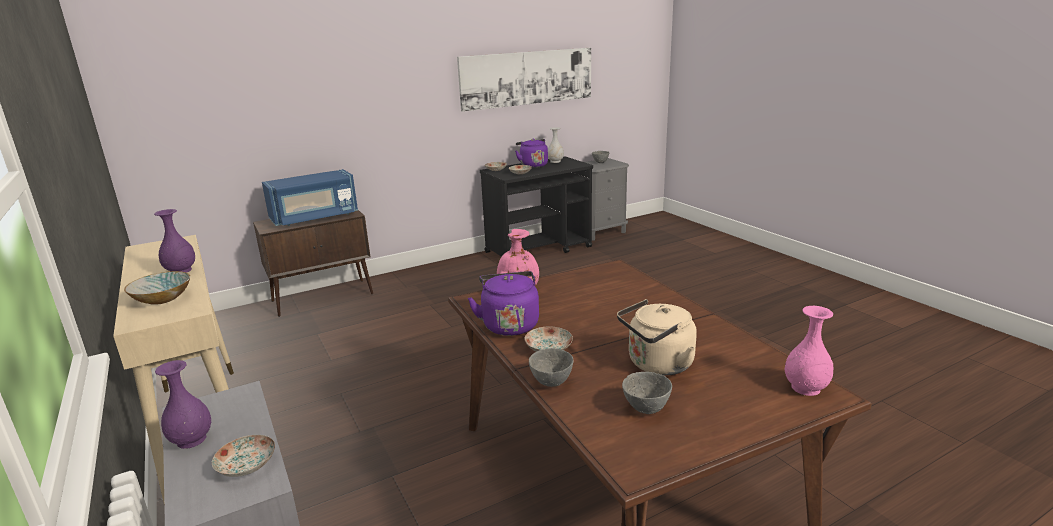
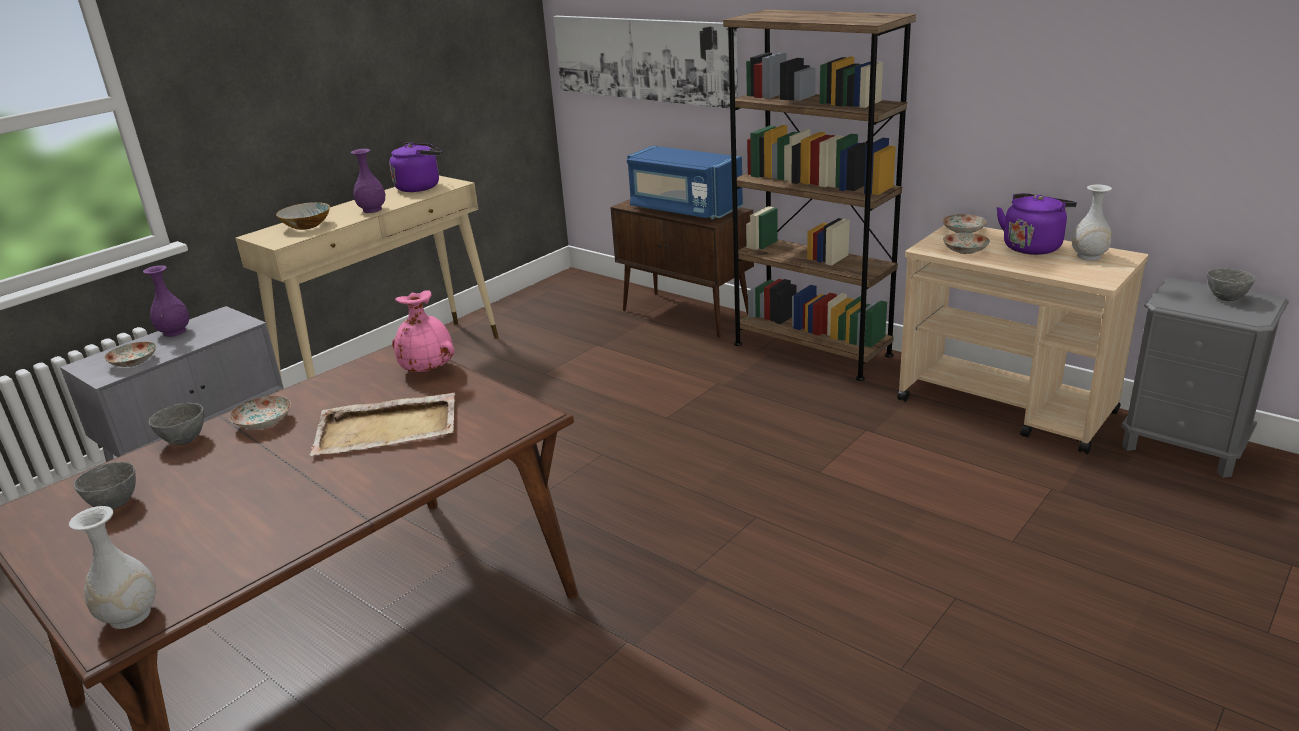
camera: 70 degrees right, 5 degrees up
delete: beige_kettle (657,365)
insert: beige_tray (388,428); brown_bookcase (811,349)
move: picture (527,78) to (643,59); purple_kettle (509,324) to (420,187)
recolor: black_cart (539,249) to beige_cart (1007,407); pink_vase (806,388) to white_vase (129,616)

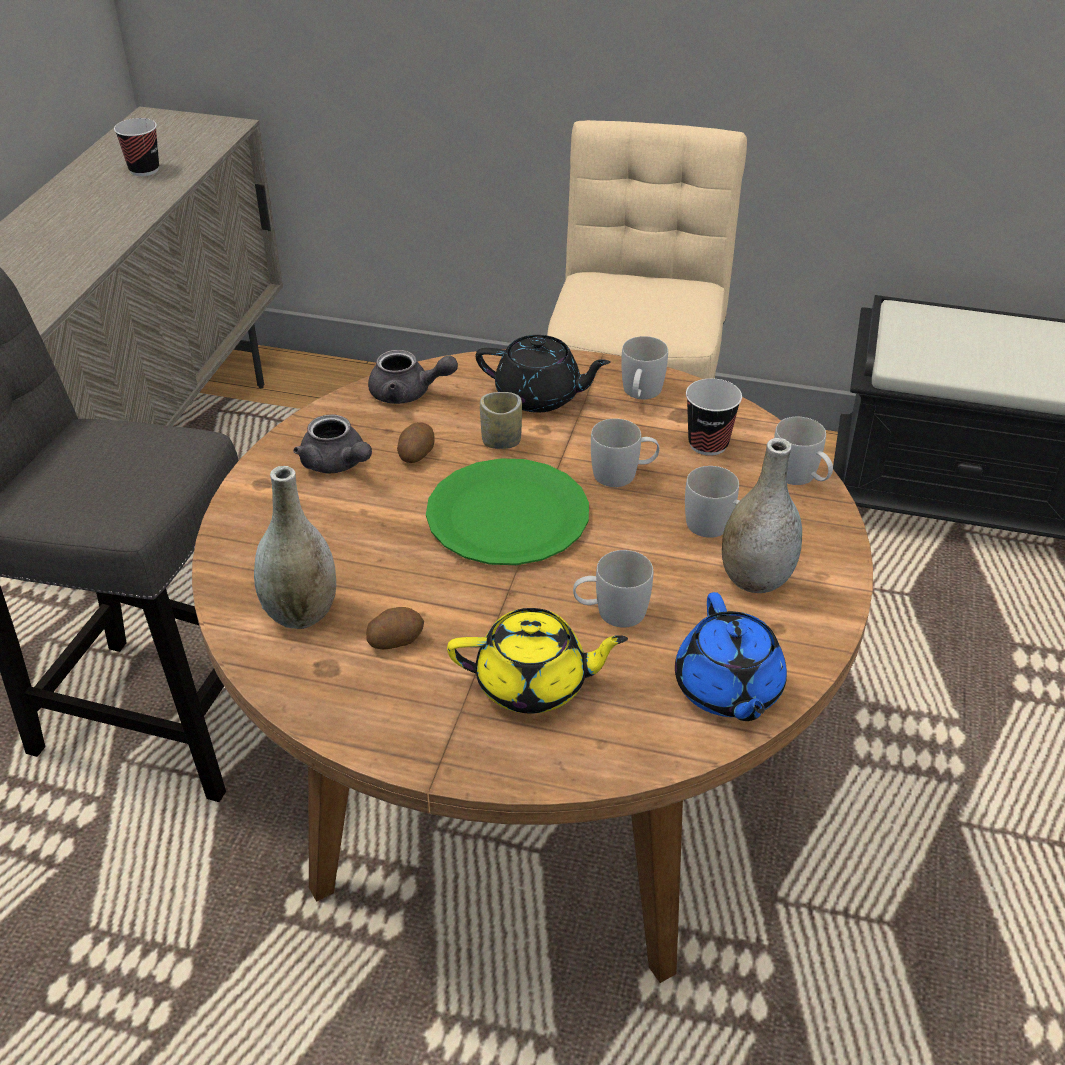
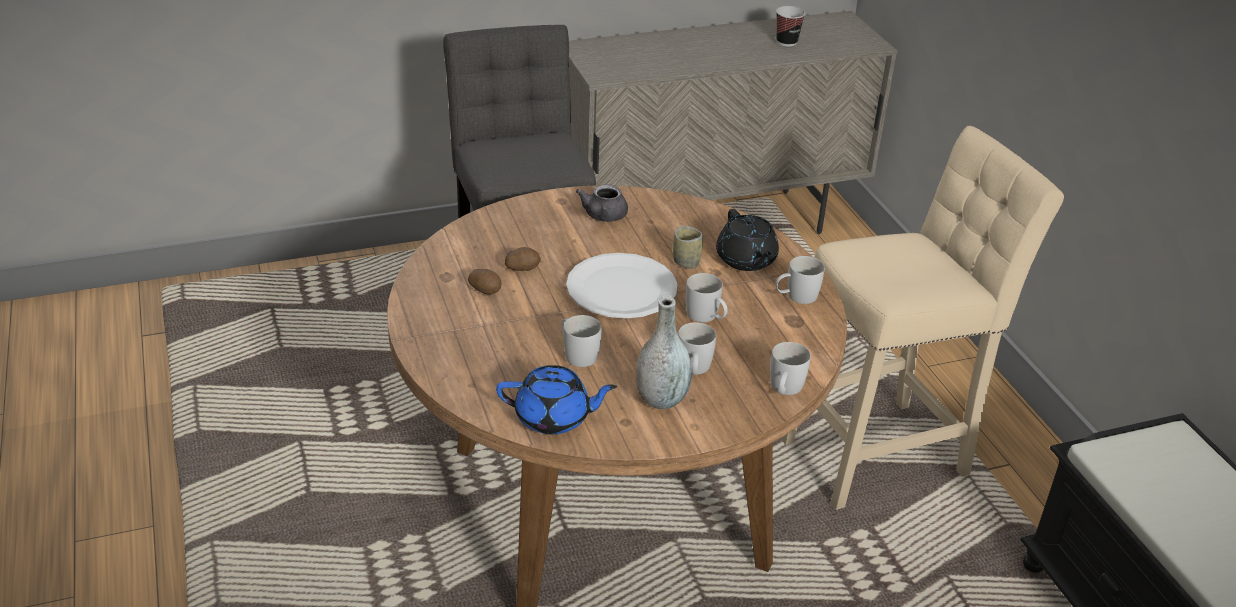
camera: 55 degrees right, 5 degrees down
delete: grey_vase (301,613); grey_teapot (408,393); yellow_teapot (534,684); cup (708,444)
move: potato (415,454) to (522,267)
recolor: green_plate (507,516) to white_plate (621,289)
rotate: blue_teapot (728,690) = (554,417) 135 degrees counterclockwise

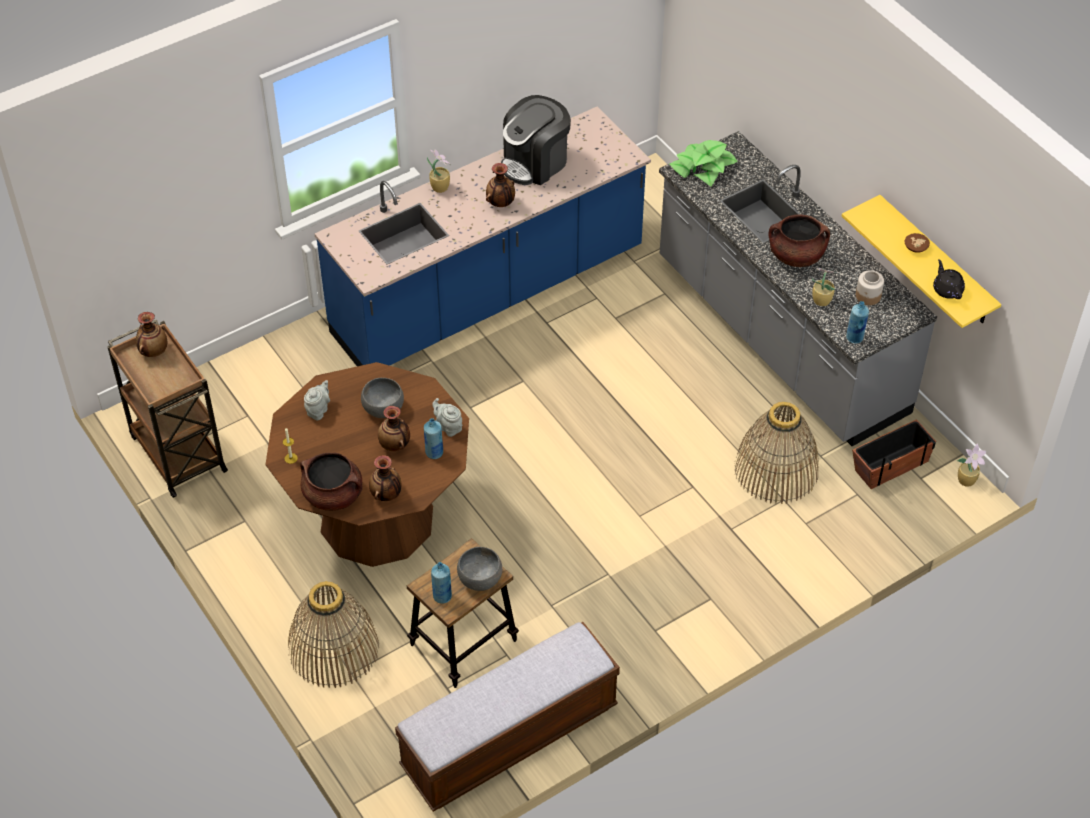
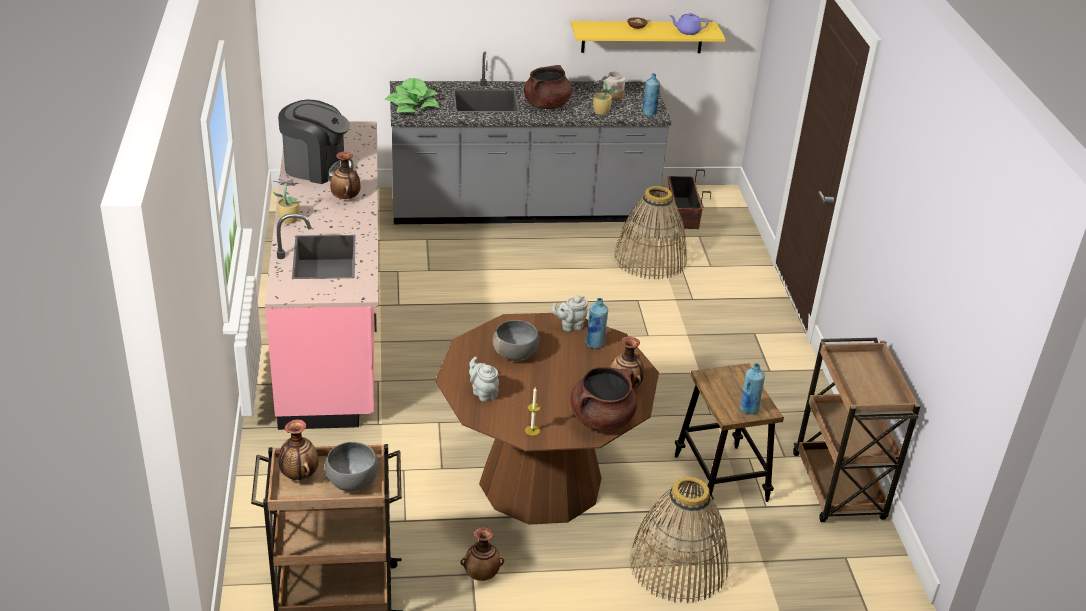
camera: 65 degrees left, 15 degrees down
delete: potted_plant (967,480)
move: vase (395,445) to (481,574); grey_bowl (480,578) to (352,481)
replace: bench (509,737) to brown_cart (839,488)
recolor: blue_counter (488,294) to pink_counter (333,321); black_teapot (947,289) to purple_teapot (687,31)
rotate: coffee_machine (535,163) = (317,167) 60 degrees counterclockwise

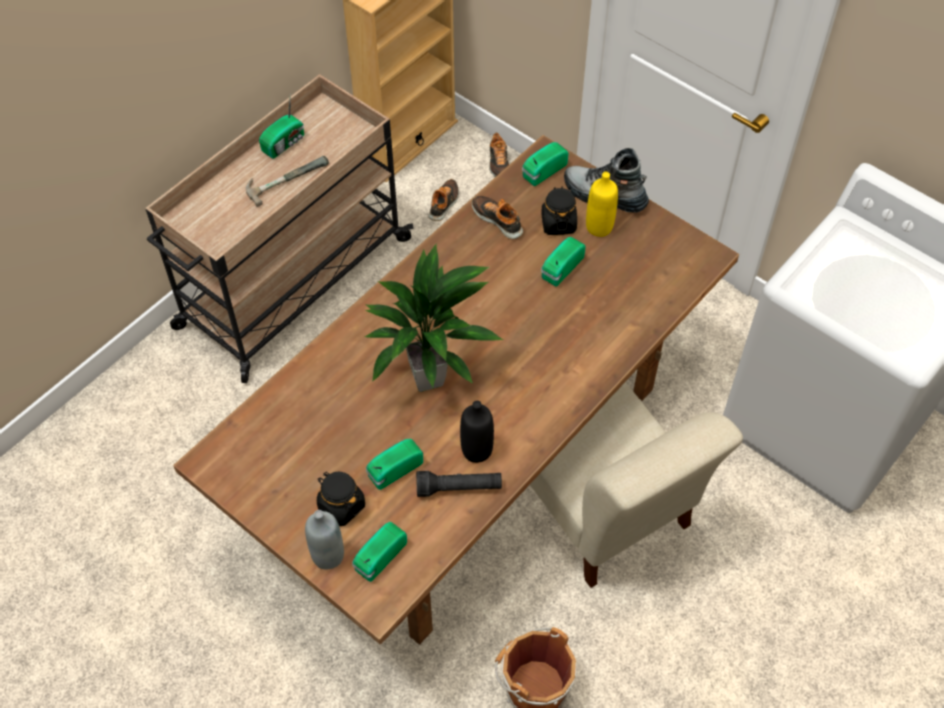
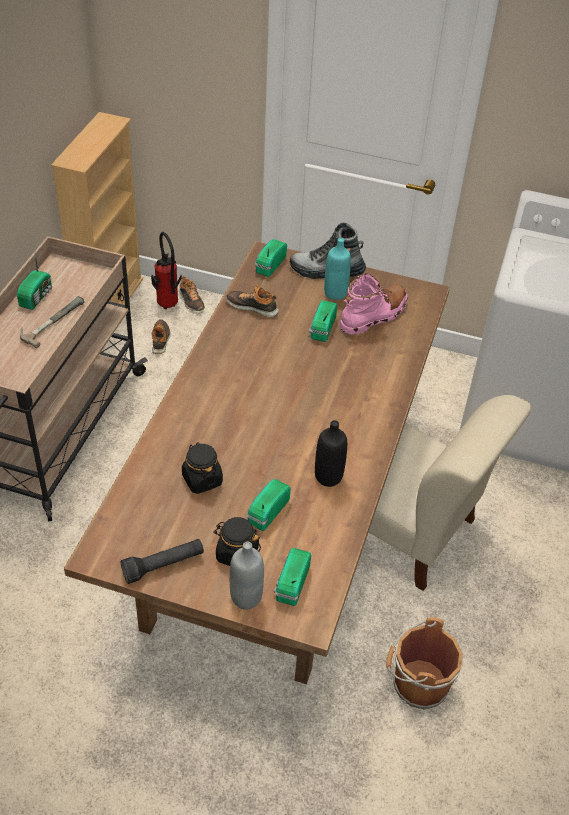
camera: 25 degrees left, 10 degrees down
delete: potted_plant (429,379)
insert: fire_extinguisher (167,307); pink_boot (373,316)
move: black_flashlight (459,488) to (163,566); black_jar (558,223) to (202,479)
recolor: yellow_bottle (599,227) to turquoise_bottle (335,293)

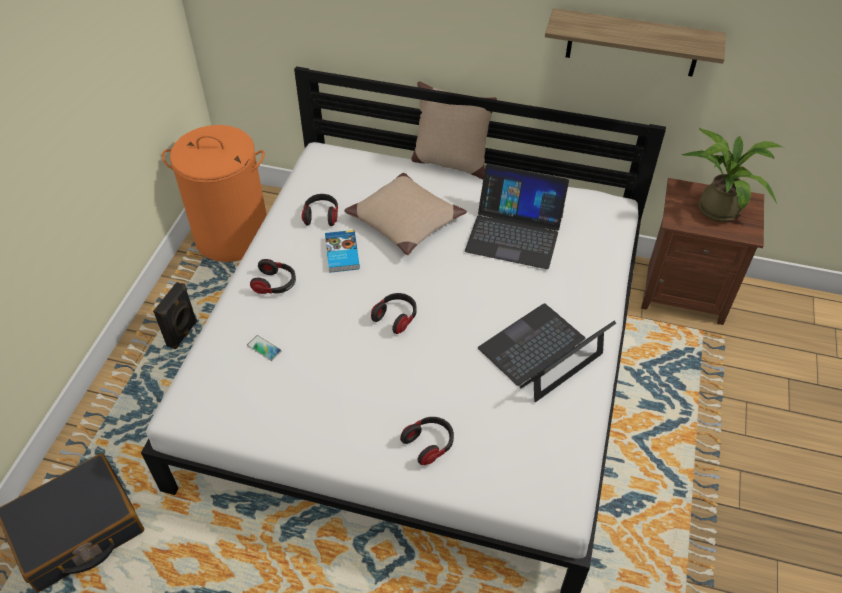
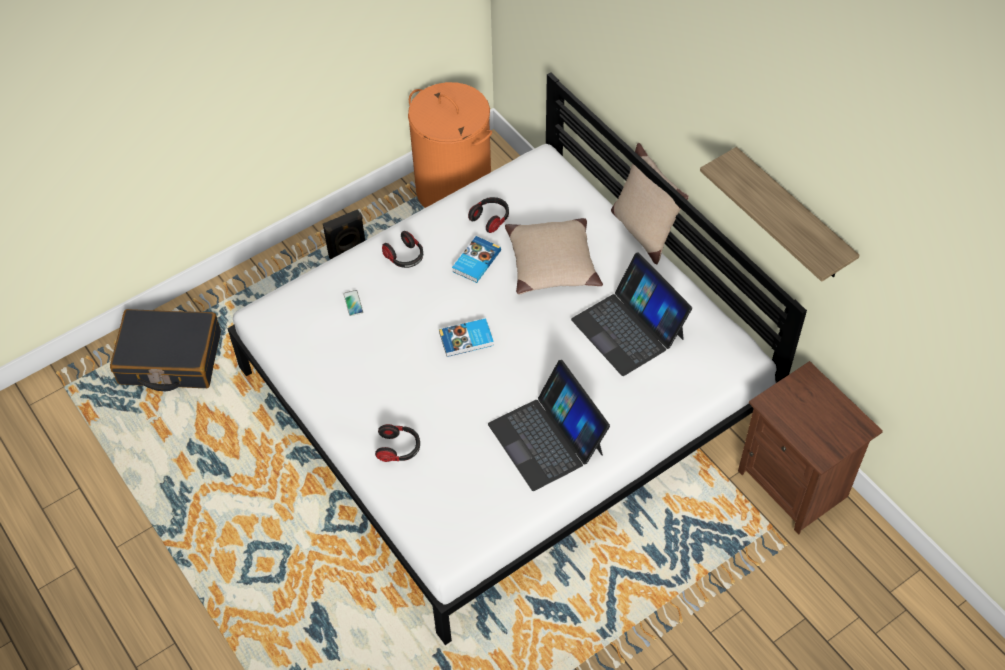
camera: 40 degrees right, 5 degrees up
delete: potted_plant (716,205)
replace: headphones (396,317) to book (467,340)
rotate: laptop (541,352) = (547,438) 120 degrees counterclockwise

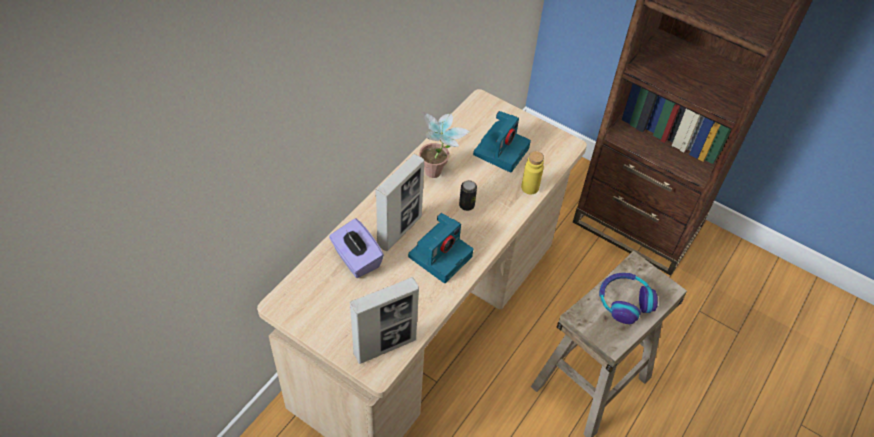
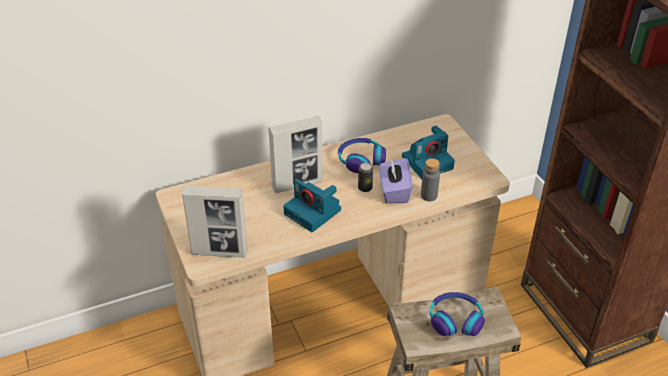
camera: 35 degrees right, 10 degrees down
move: purple_tissue_box (356,259) to (394,191)
replace: potted_plant (438,175) to headphones (361,160)
recolor: yellow_bottle (530,187) to grey_bottle (429,196)
rotate: photo_camera (440,255) = (314,212) 60 degrees clockwise

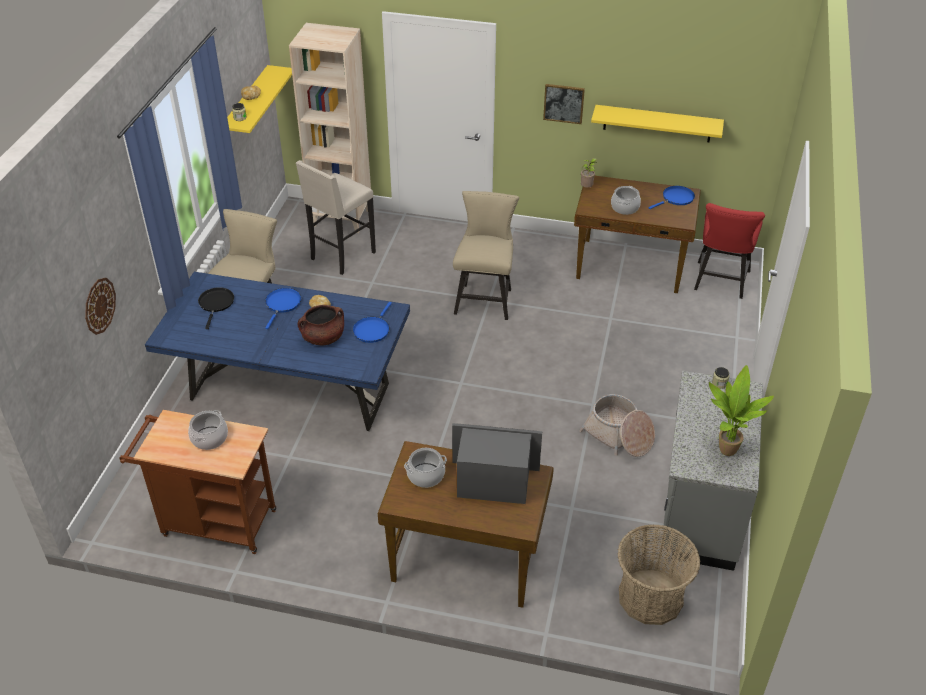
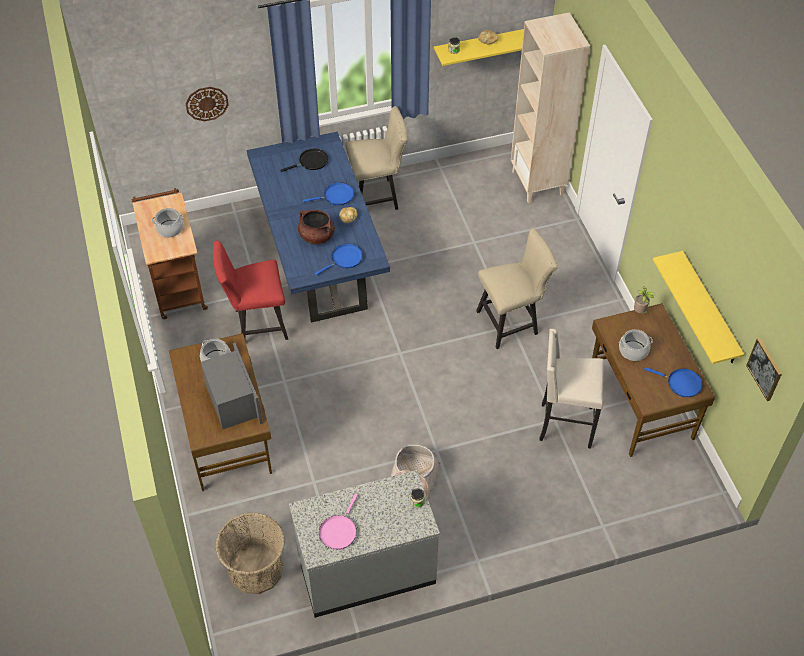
camera: 60 degrees right, 10 degrees up
move: beige_stool (341,256) to (564,425); picture (563,103) to (765,369); red_chair (720,283) to (256,324)
replace: potted_plant (724,449) to pink_frying_pan (339,531)
rotate: blue_frying_pan (372,330) = (345,259) 150 degrees clockwise

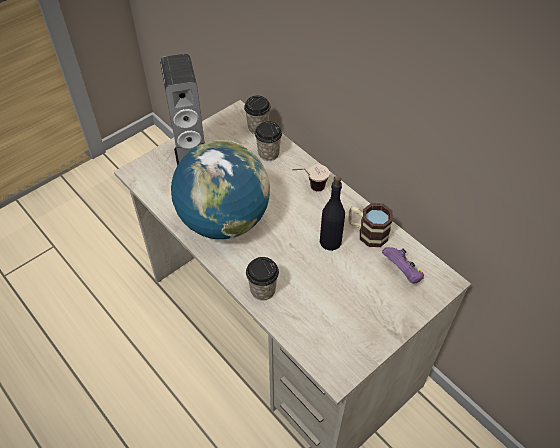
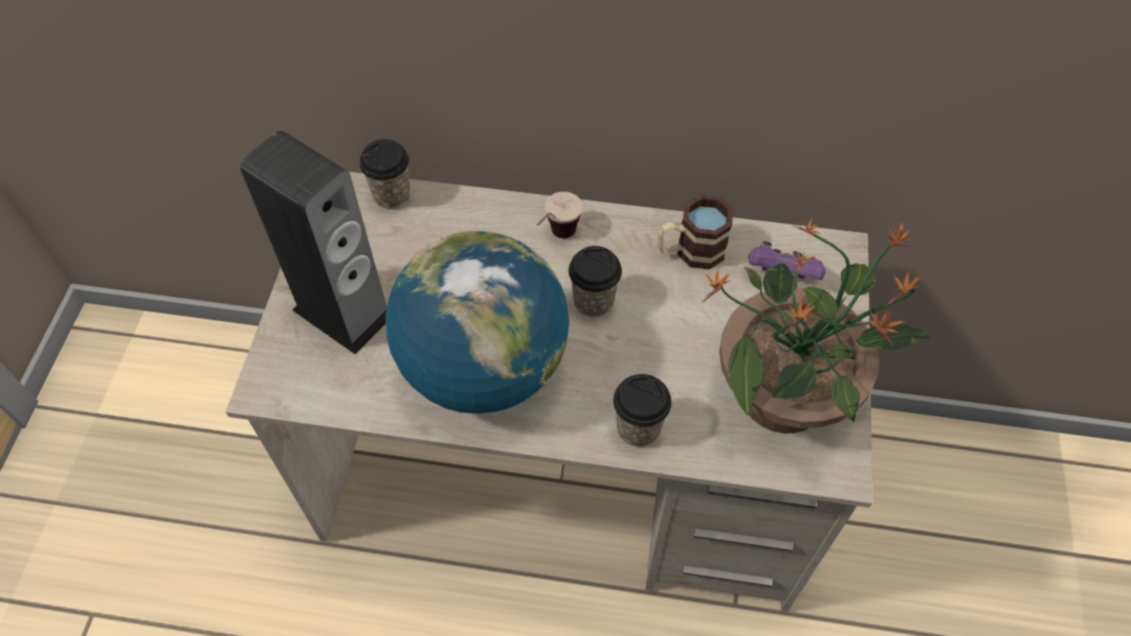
camera: 40 degrees left, 5 degrees up
delete: black_bottle (330,241)
insert: potted_plant (786,395)
move: cup (268,153) to (593,301)

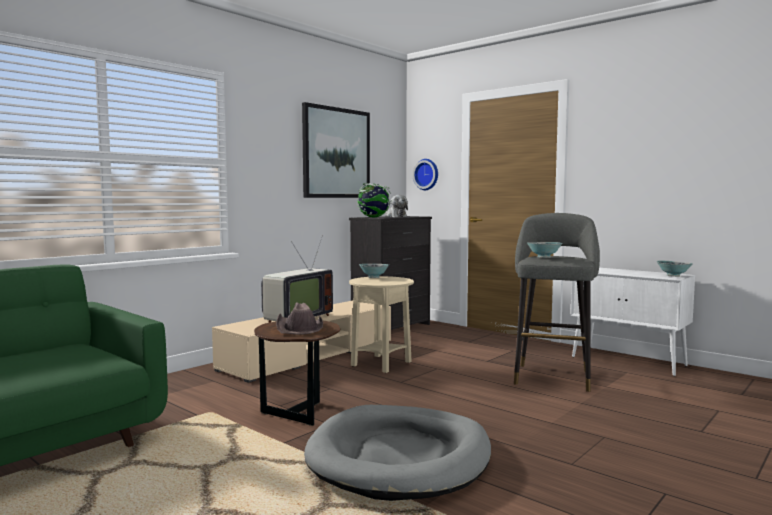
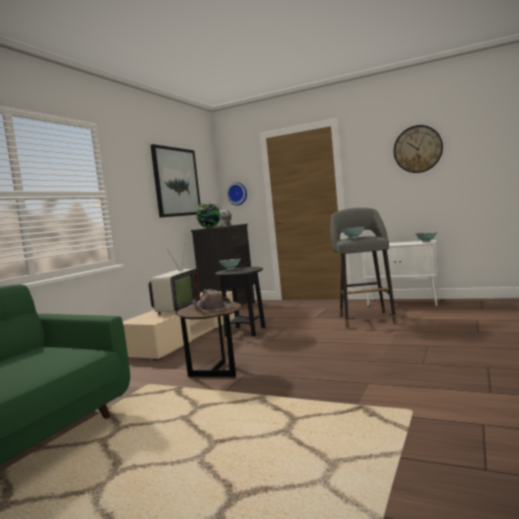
camera: 15 degrees left, 0 degrees up
delete: grey_dog_bed (400,457)
insert: wall_clock (417,149)
recolor: beige_side_table (381,364) to black_side_table (245,332)

